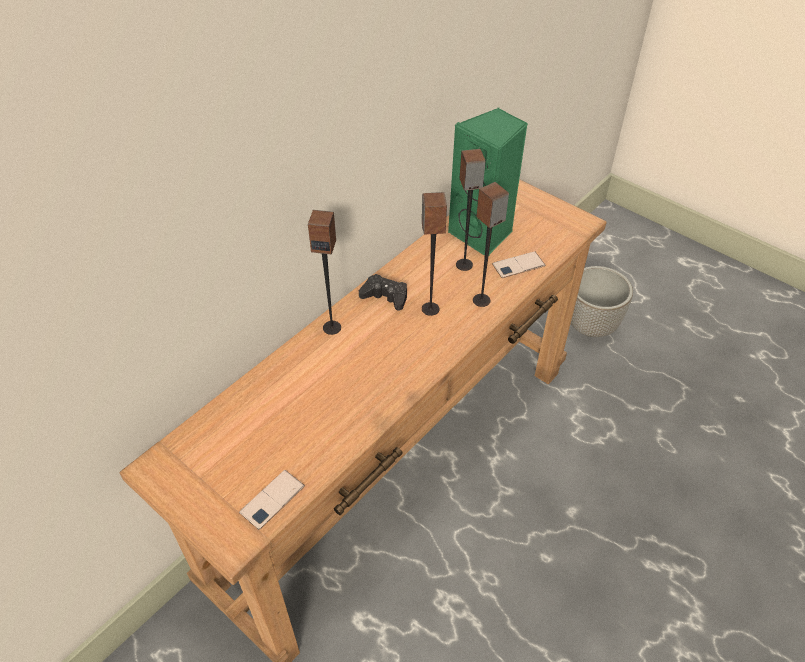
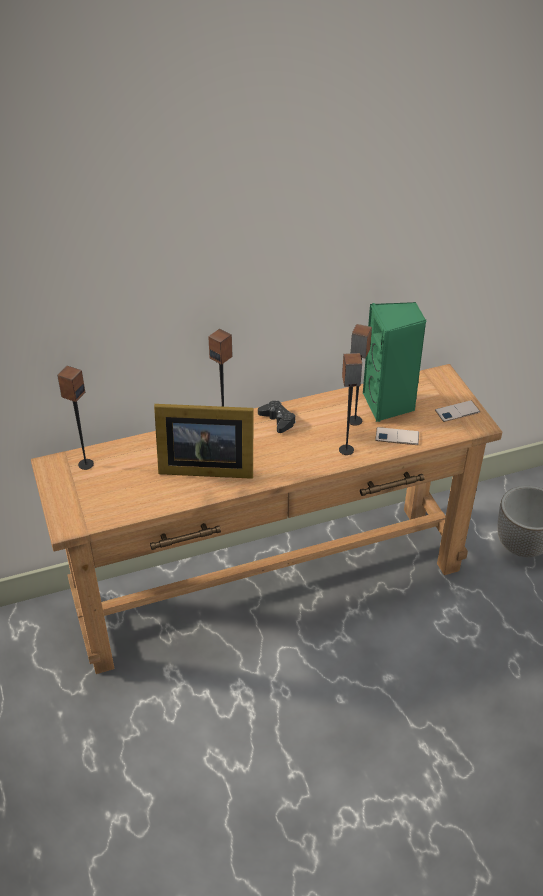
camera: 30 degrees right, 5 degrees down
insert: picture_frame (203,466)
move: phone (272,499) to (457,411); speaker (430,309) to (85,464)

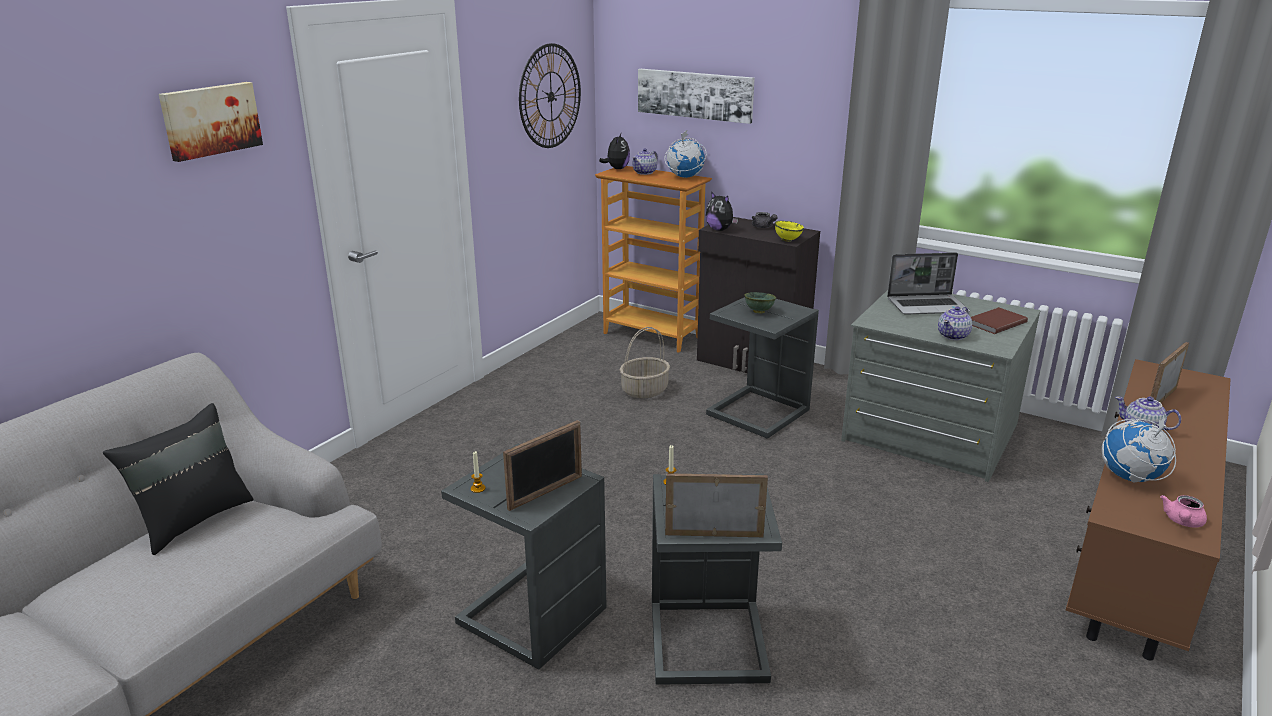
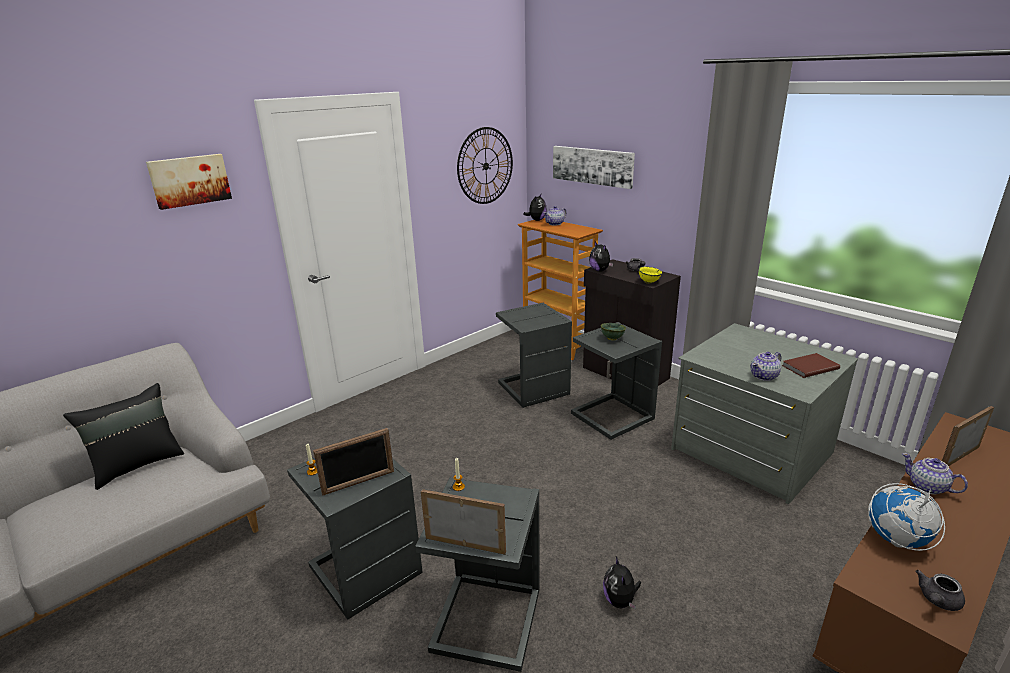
camera: 15 degrees right, 0 degrees up
delete: globe (684,177); laptop (928,306)
insert: plush_toy (620,601)
replace: basket (645,390) to grey_side_table (533,388)
recolor: pink_teapot (1182,522) to grey_teapot (937,600)

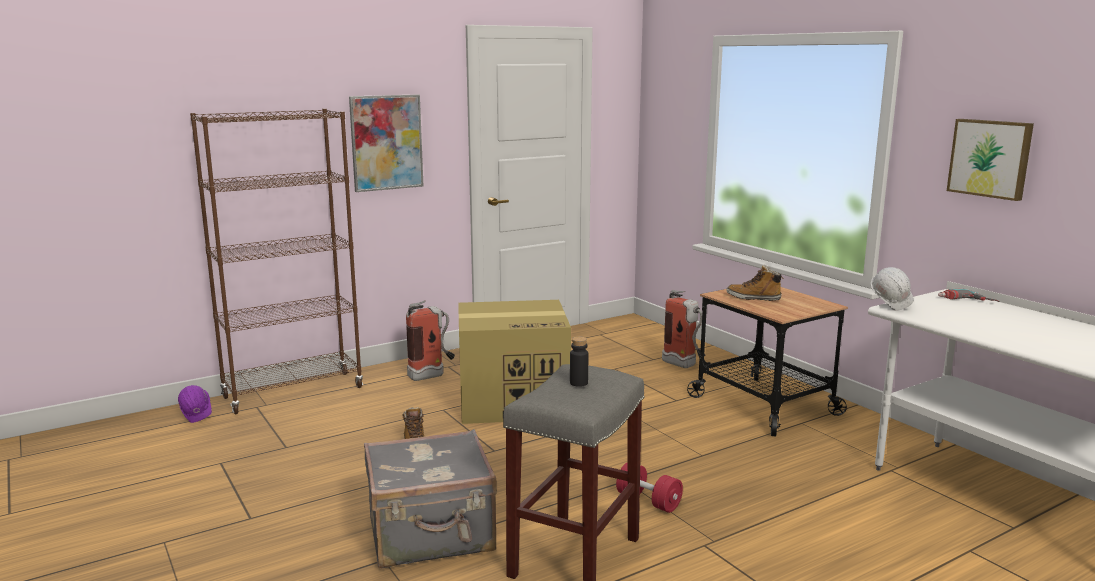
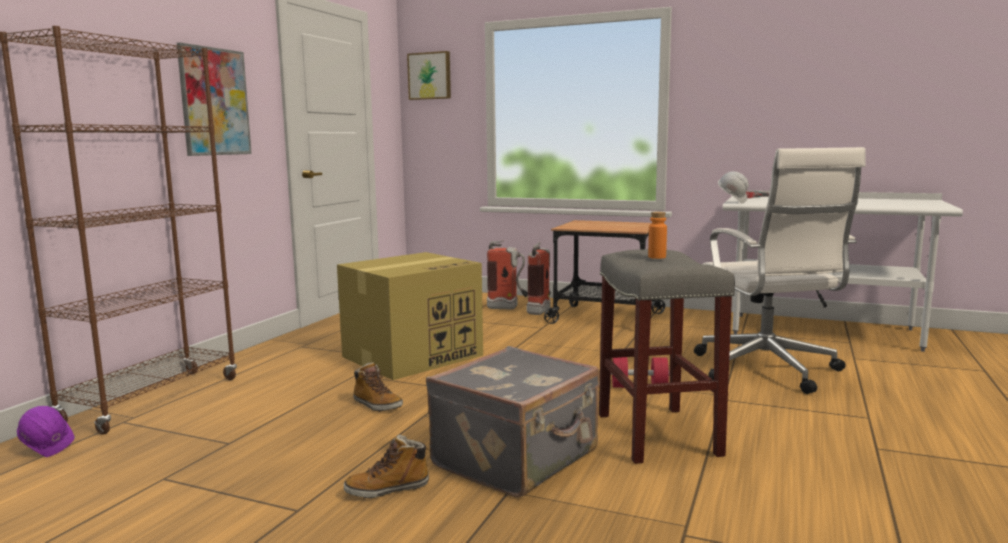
camera: 35 degrees left, 5 degrees down
insert: white_office_chair (767,370)
move: fire_extinguisher (432,375) to (541,310); boot (753,298) to (388,489); picture (990,158) to (430,76)
recolor: black_bottle (578,383) to orange_bottle (657,257)

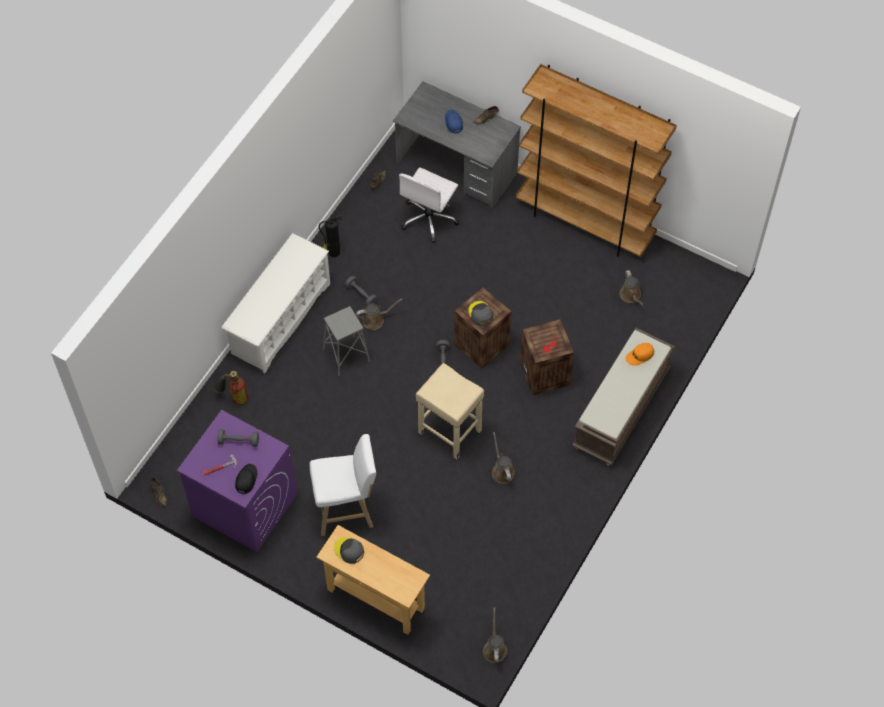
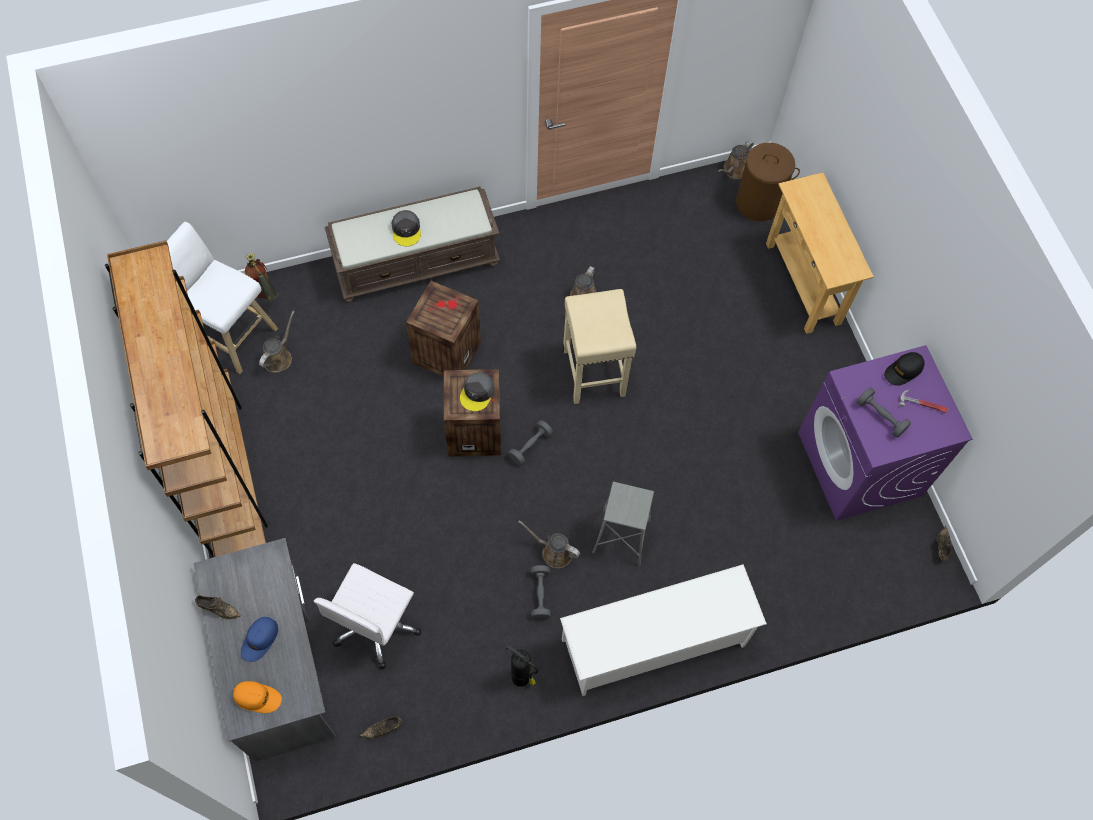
camera: 140 degrees left, 5 degrees up
insert: brown_laundry_basket (758,202)
move: fire_extinguisher (234,398) to (266,297); white_stool (347,509) to (230,333); grey_cap (349,550) to (406,230); orange_cap (639,356) to (257,697)
rotate: white_office_chair (429,219) = (376,625) 135 degrees clockwise

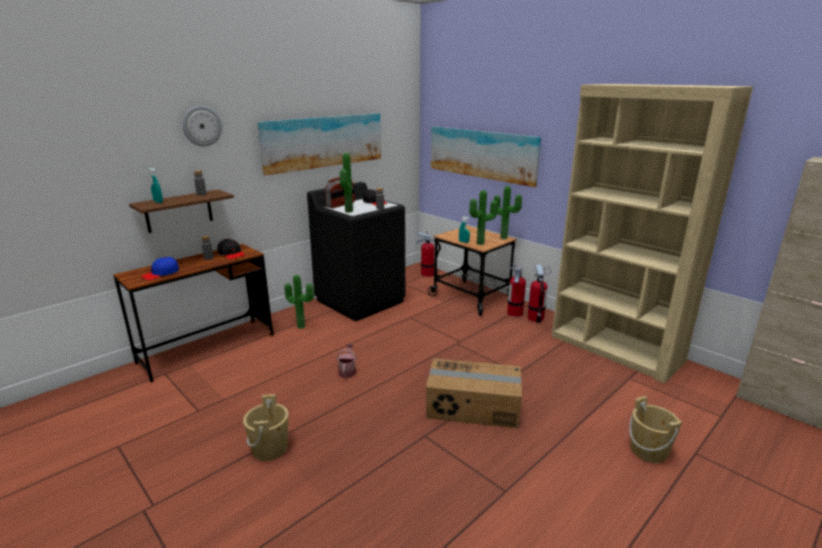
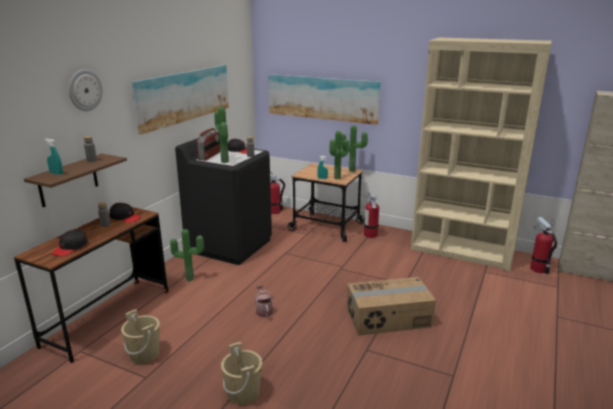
camera: 20 degrees left, 0 degrees up
move: fire_extinguisher (535,318) to (538,269); beige_bucket (648,451) to (144,354)
recolor: blue_cap (161,274) to black_cap (70,248)

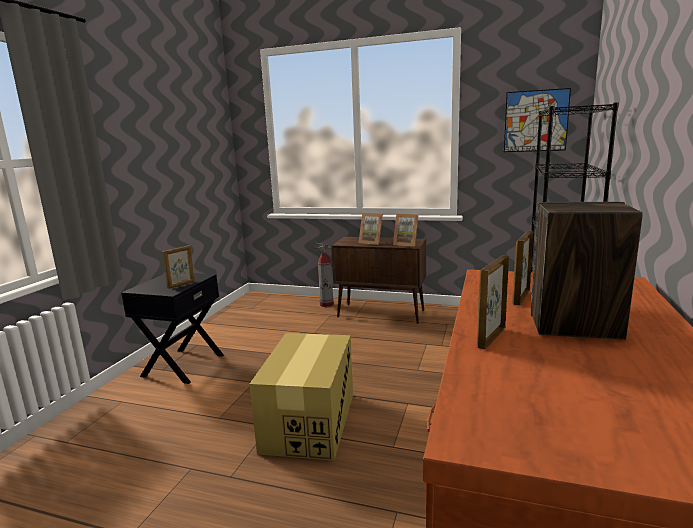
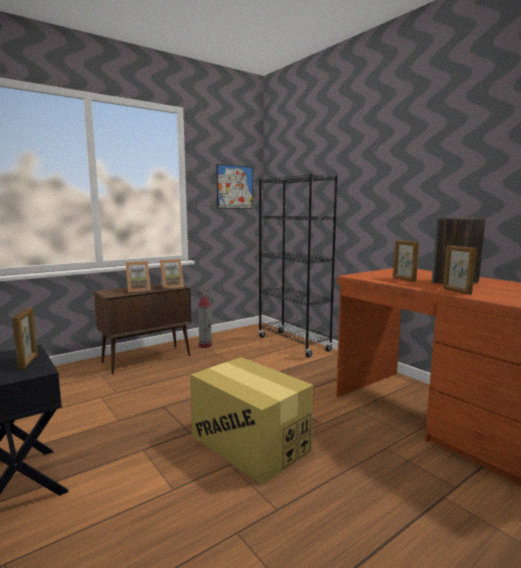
camera: 55 degrees left, 5 degrees down
move: fire_extinguisher (327,304) to (205,346)

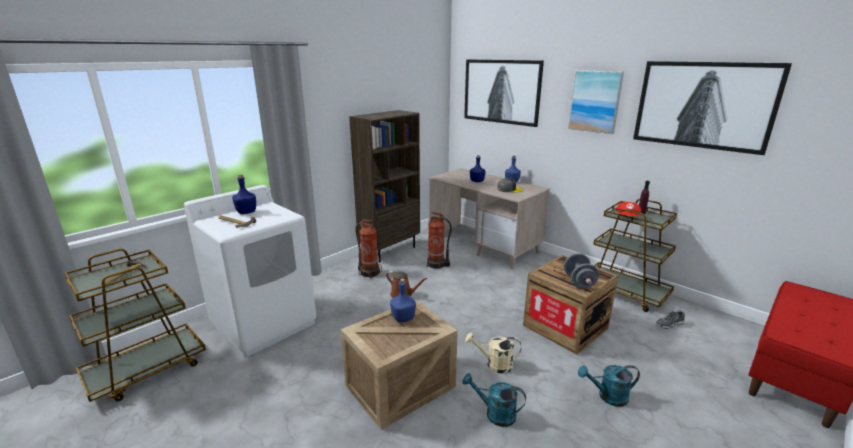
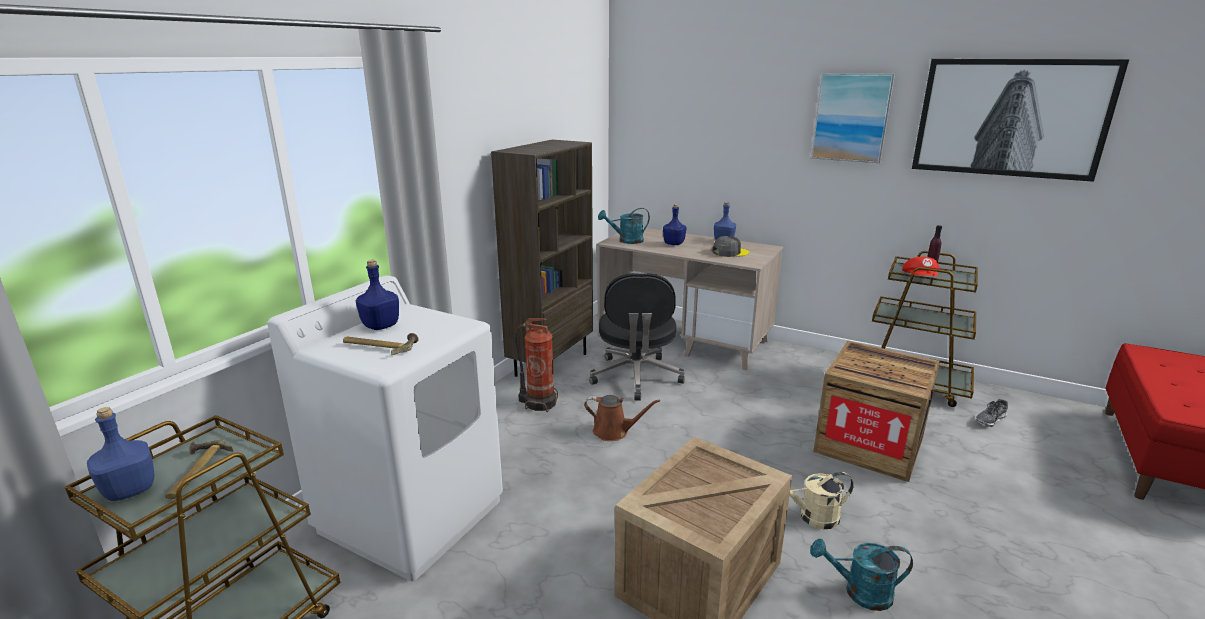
camera: 15 degrees left, 0 degrees up
delete: picture (501,91); grey_dumbbell (579,282)
move: blue_bottle (403,318) to (130,490); turquoise_watering_can (607,397) to (626,241)
replace: fire_extinguisher (437,265) to black_office_chair (636,377)

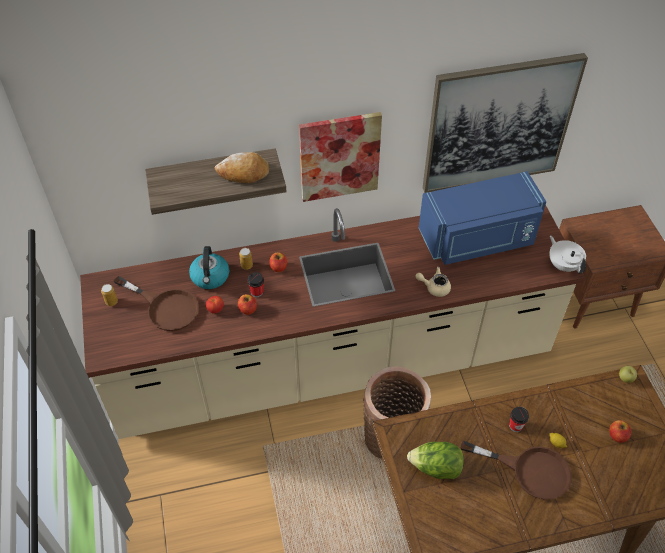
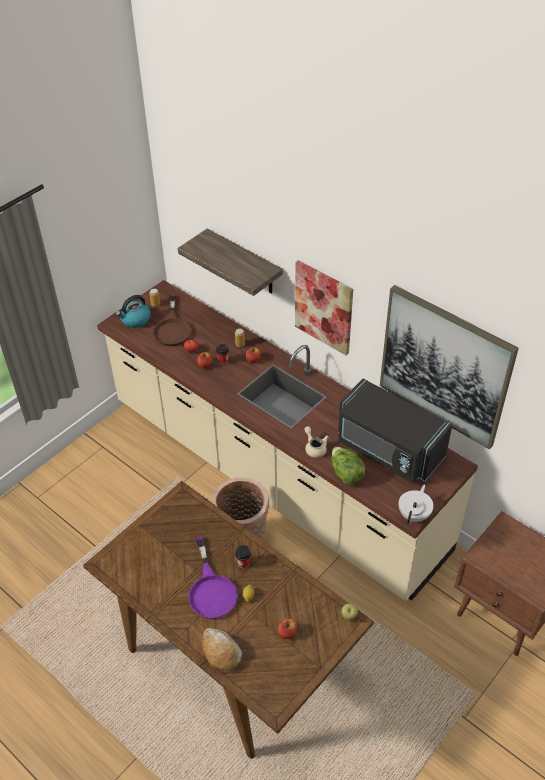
camera: 55 degrees right, 5 degrees down
move: kettle (210,277) to (135,320); bread (243,173) to (220,652); lettuce (435,468) to (346,474)
recolor: blue_microwave (478,239) to black_microwave (387,450); brown_frying_pan (530,470) to purple_frying_pan (211,589)

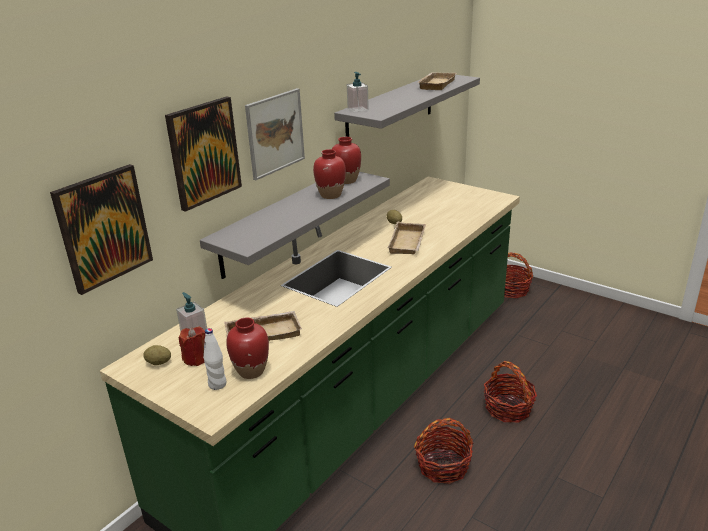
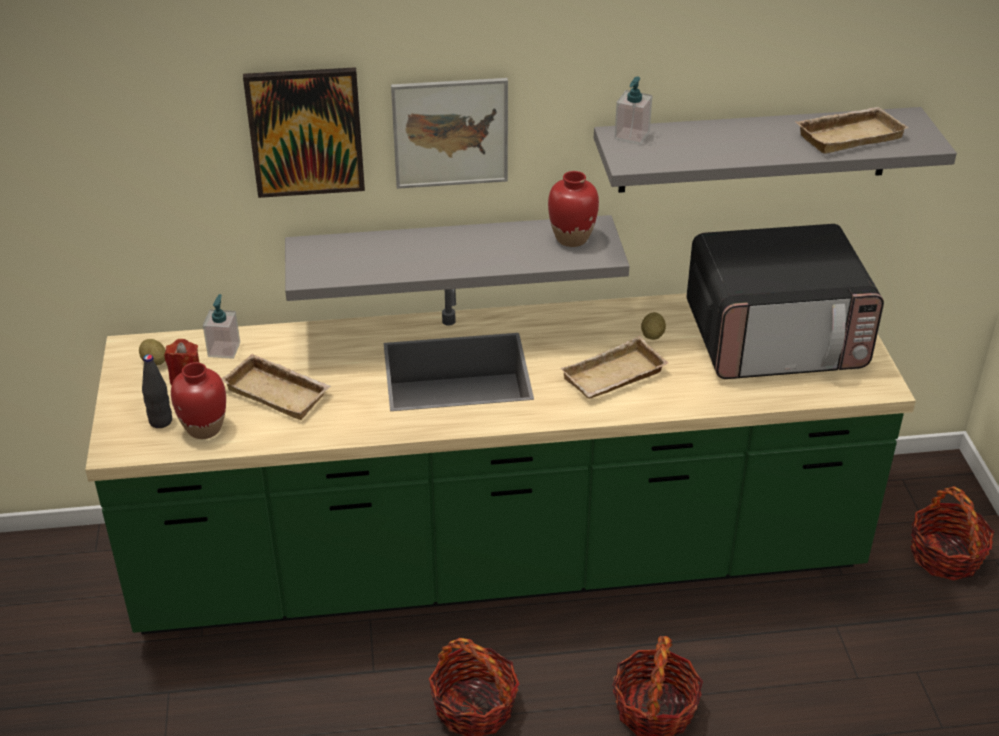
camera: 45 degrees right, 10 degrees up
delete: picture (103,228); red_vase (331,195)
insert: microwave (776,339)
recolor: white_bottle (217,384) to black_bottle (161,421)

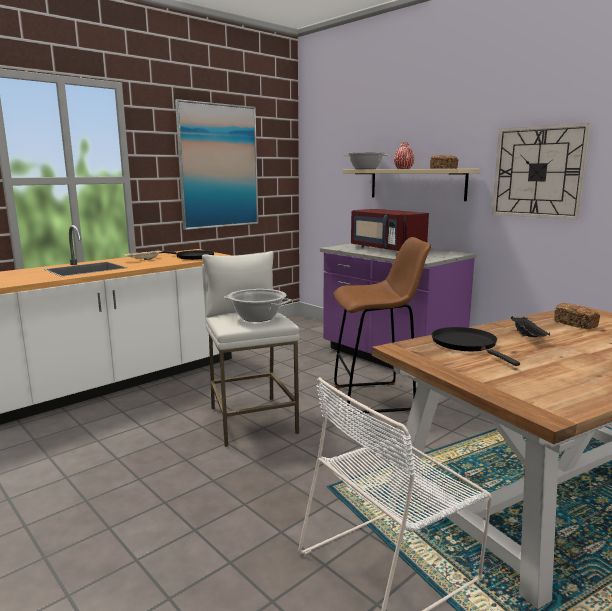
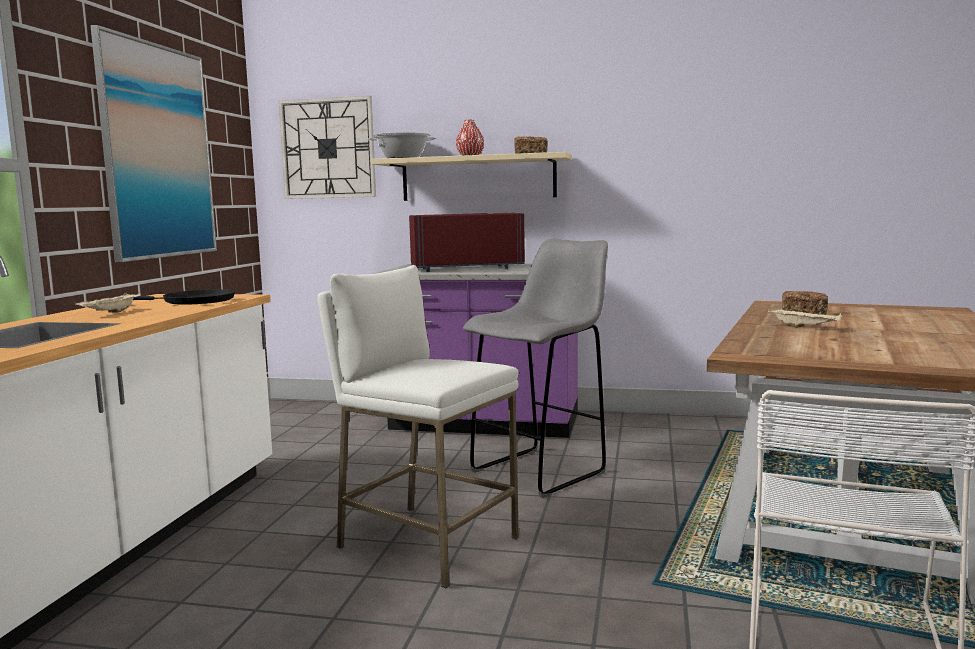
camera: 35 degrees left, 5 degrees down
delete: cooking_pot (257,317); black_frying_pan (467,345)
move: wall_clock (538,172) to (328,148)
recolor: brown_stool (376,398) to grey_stool (541,471); black_tray (528,337) to beige_tray (805,327)
rotate: red_microwave (385,249) = (466,268) 150 degrees clockwise

